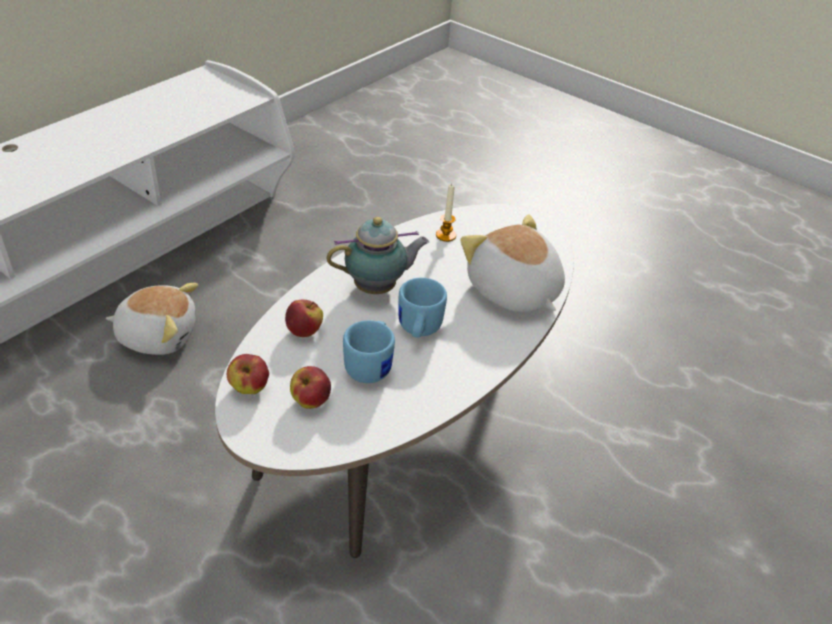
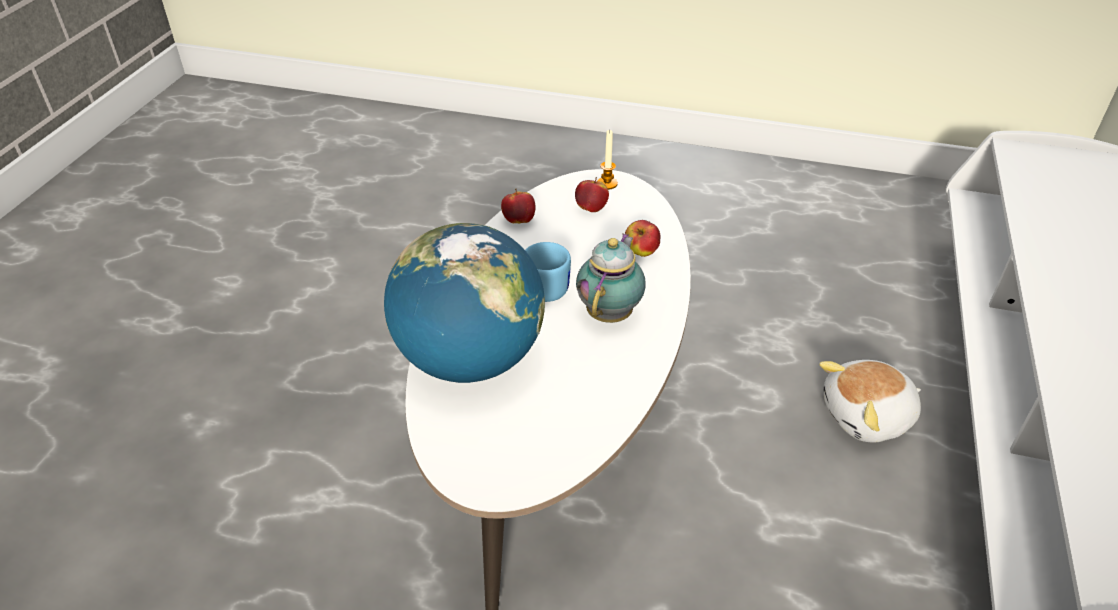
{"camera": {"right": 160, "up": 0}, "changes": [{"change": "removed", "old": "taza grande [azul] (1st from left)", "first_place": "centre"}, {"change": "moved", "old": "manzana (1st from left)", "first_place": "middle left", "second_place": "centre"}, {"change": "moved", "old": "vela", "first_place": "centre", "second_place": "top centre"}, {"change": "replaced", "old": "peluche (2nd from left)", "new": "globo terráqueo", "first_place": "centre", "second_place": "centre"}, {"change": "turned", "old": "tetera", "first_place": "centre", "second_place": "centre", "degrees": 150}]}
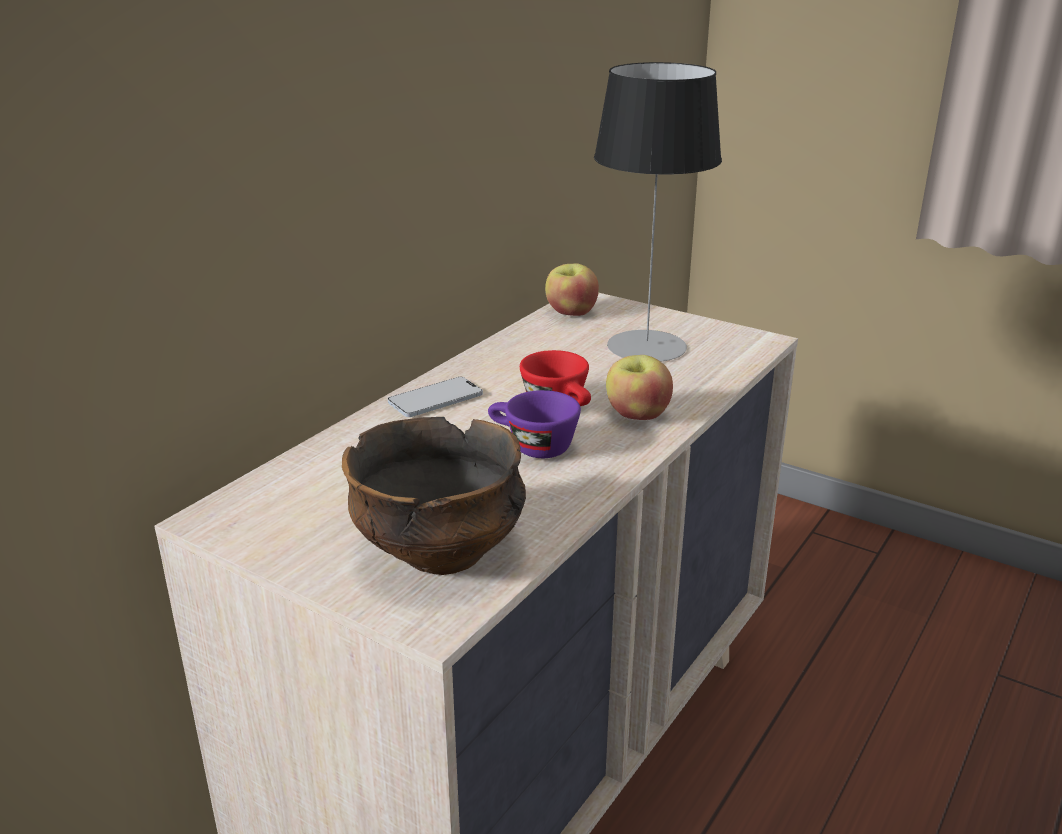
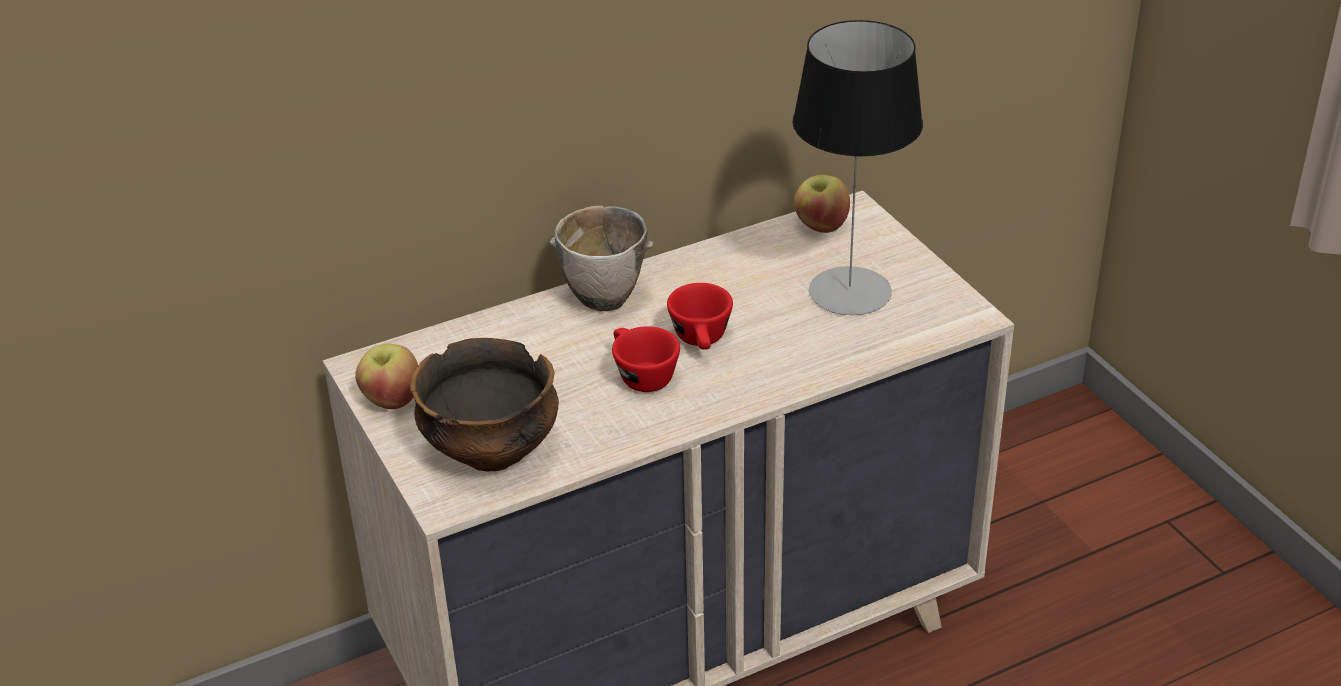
{"camera": {"right": 30, "up": 10}, "changes": [{"change": "moved", "old": "manzana (2nd from left in the first image)", "new": "manzana (1st from left)", "first_place": "centre", "second_place": "middle left"}, {"change": "replaced", "old": "móvil", "new": "cuenco (2nd from left)", "first_place": "centre", "second_place": "centre"}, {"change": "recoloured", "old": "taza [morado]", "new": "taza [rojo] (1st from left)", "first_place": "centre", "second_place": "centre"}]}
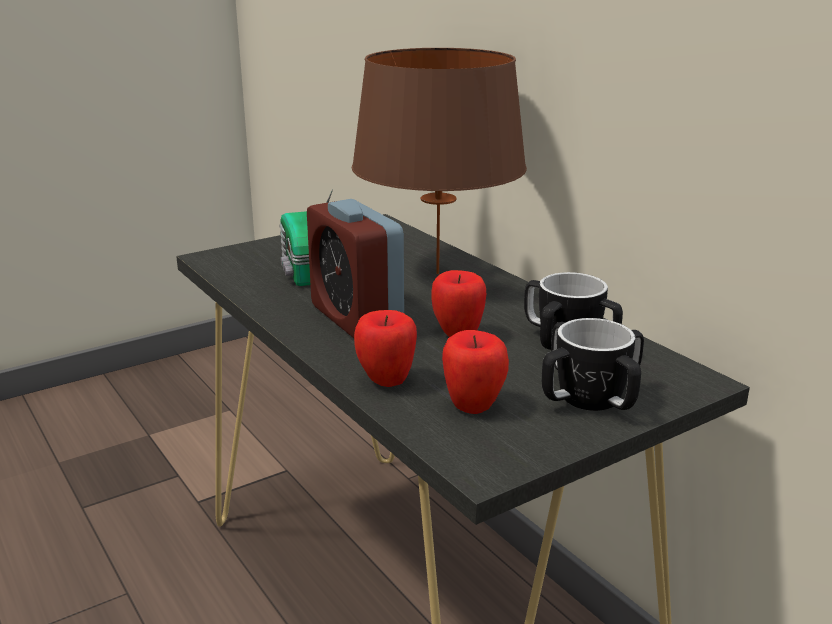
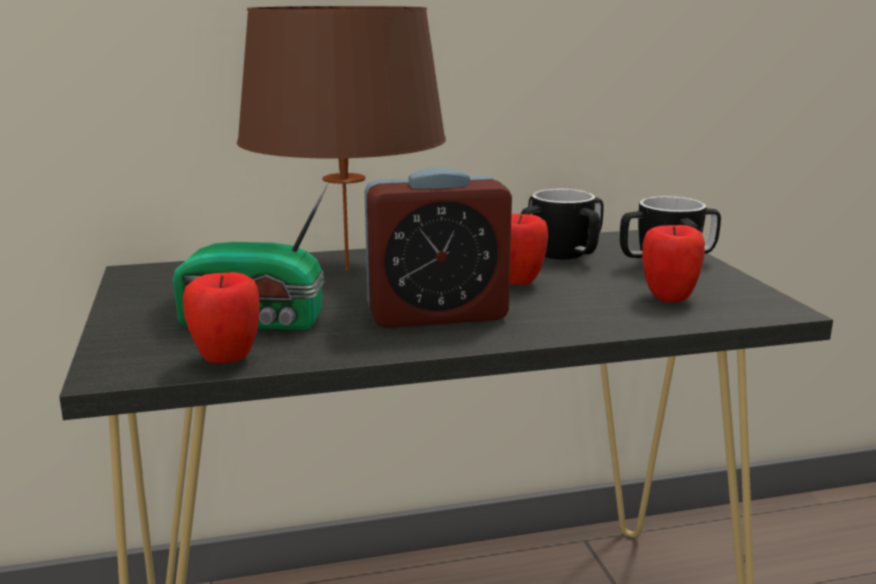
{"camera": {"right": -70, "up": -5}, "changes": [{"change": "moved", "old": "manzana (1st from left)", "first_place": "centre", "second_place": "middle left"}]}
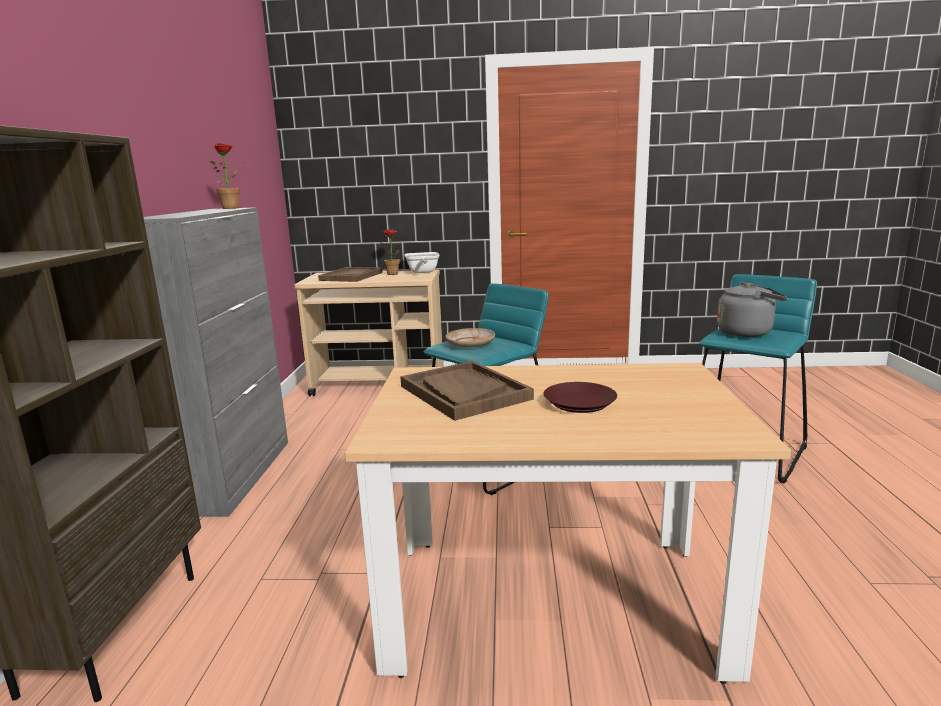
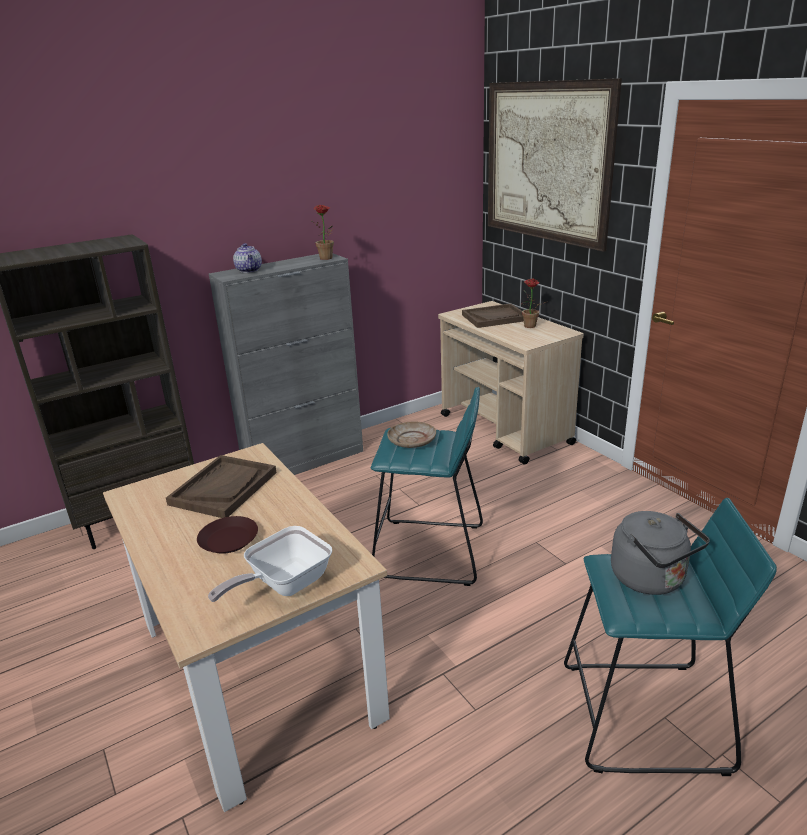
{"camera": {"right": 55, "up": 10}, "changes": [{"change": "added", "new": "tetera", "second_place": "top left"}, {"change": "added", "new": "cuadro", "second_place": "top right"}, {"change": "moved", "old": "sartén", "first_place": "centre", "second_place": "bottom centre"}]}
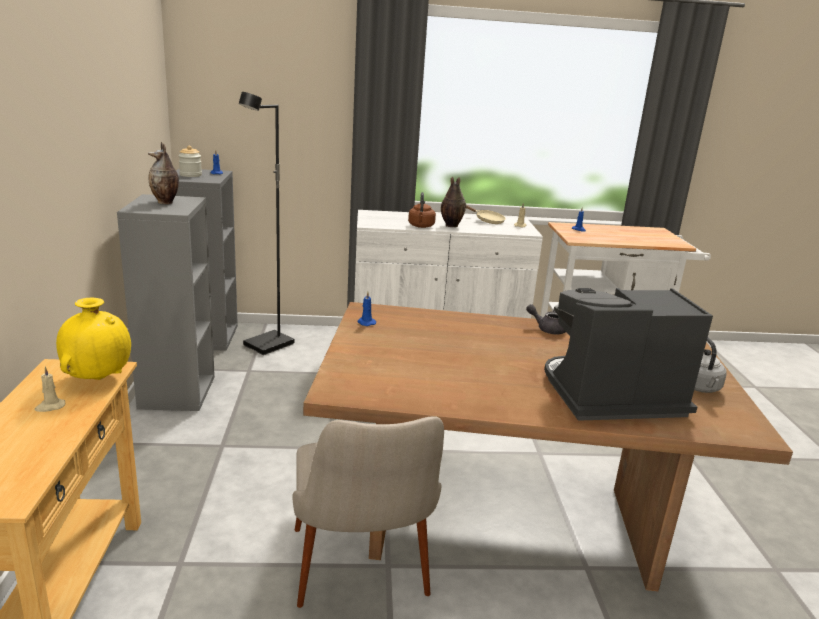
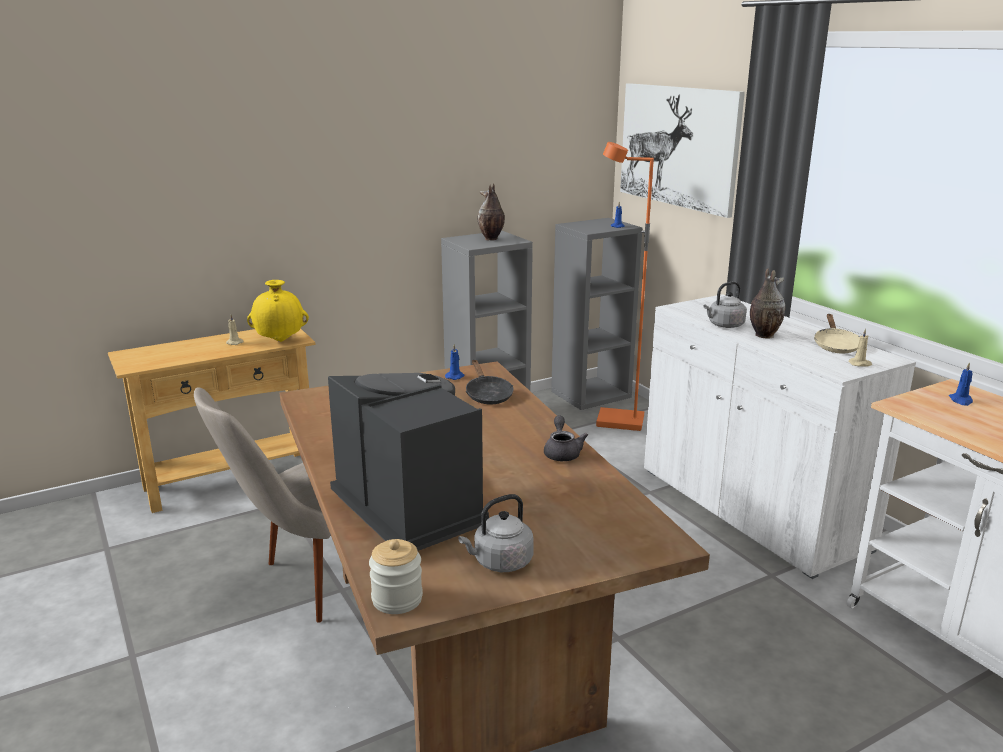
{"camera": {"right": 65, "up": 0}, "changes": [{"change": "added", "new": "sartén [negro]", "second_place": "centre"}, {"change": "added", "new": "cuadro", "second_place": "top right"}, {"change": "moved", "old": "tarro", "first_place": "top left", "second_place": "bottom centre"}, {"change": "recoloured", "old": "lámpara de pie [negro]", "new": "lámpara de pie [naranja]", "first_place": "middle left", "second_place": "centre"}, {"change": "recoloured", "old": "hervidor [marrón]", "new": "hervidor [gris] (2nd from left)", "first_place": "centre", "second_place": "middle right"}]}
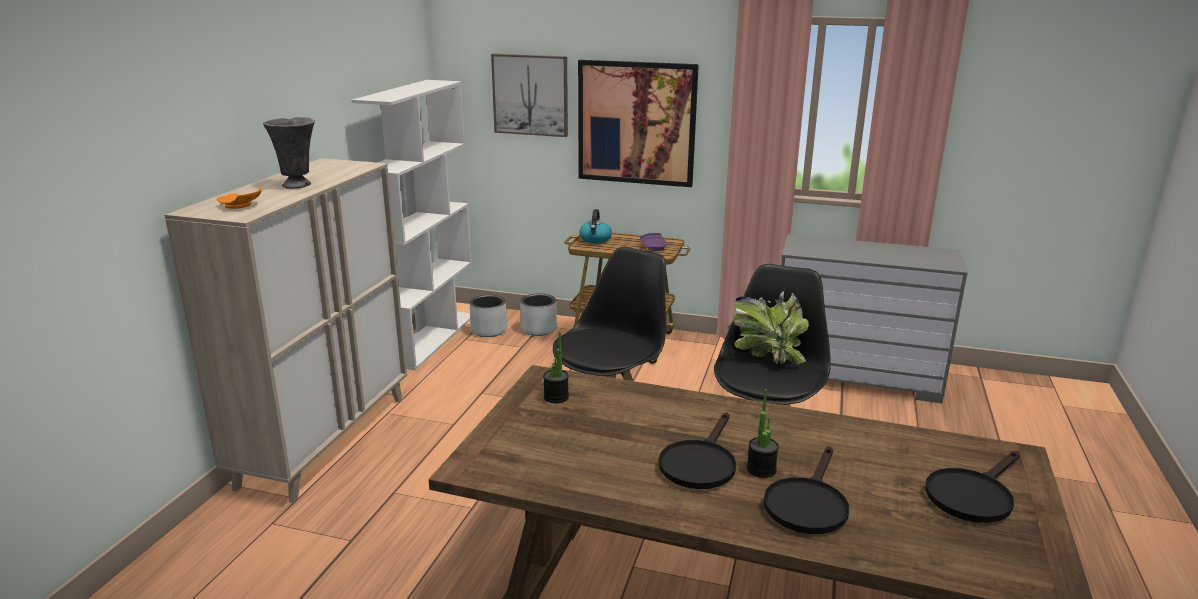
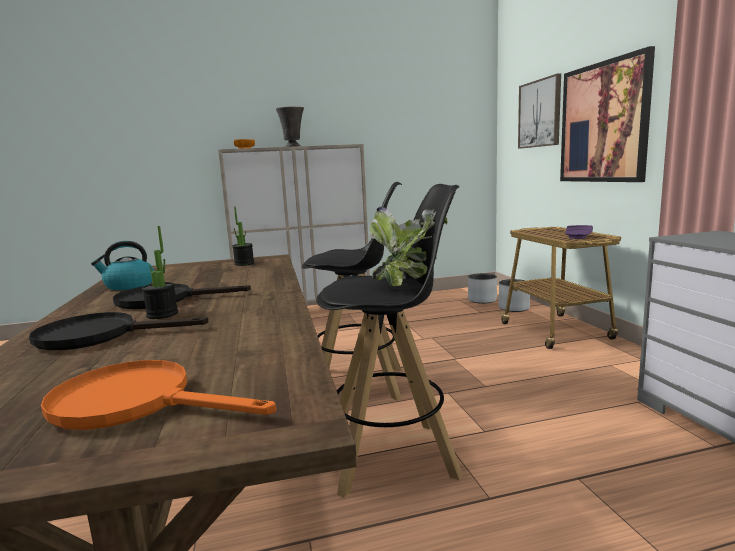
{"camera": {"right": 60, "up": -10}, "changes": [{"change": "removed", "old": "estantería [blanco]", "first_place": "centre"}, {"change": "moved", "old": "hervidor", "first_place": "centre", "second_place": "middle left"}, {"change": "recoloured", "old": "sartén [negro] (3rd from left)", "new": "sartén [naranja]", "first_place": "bottom right", "second_place": "bottom left"}]}
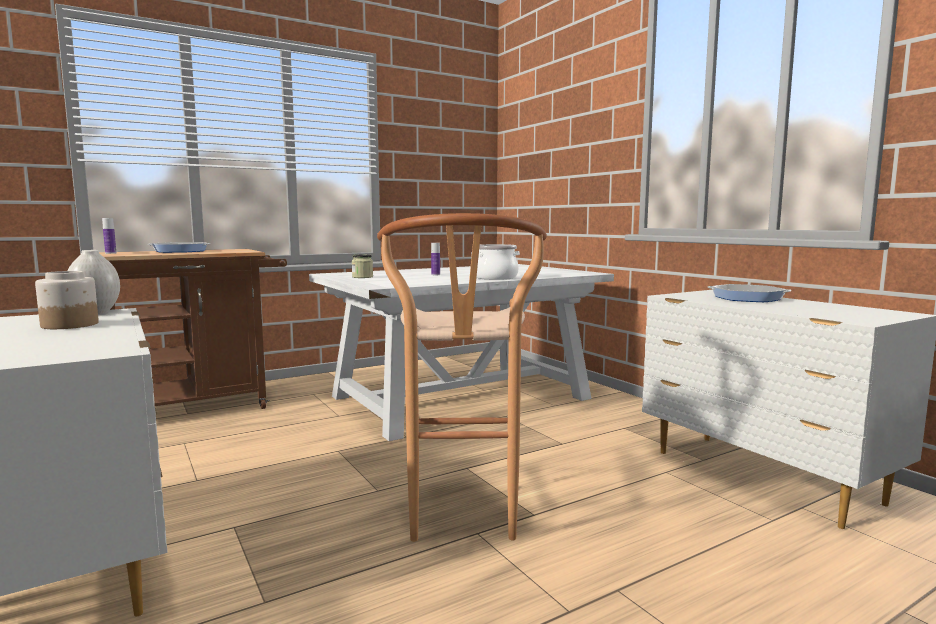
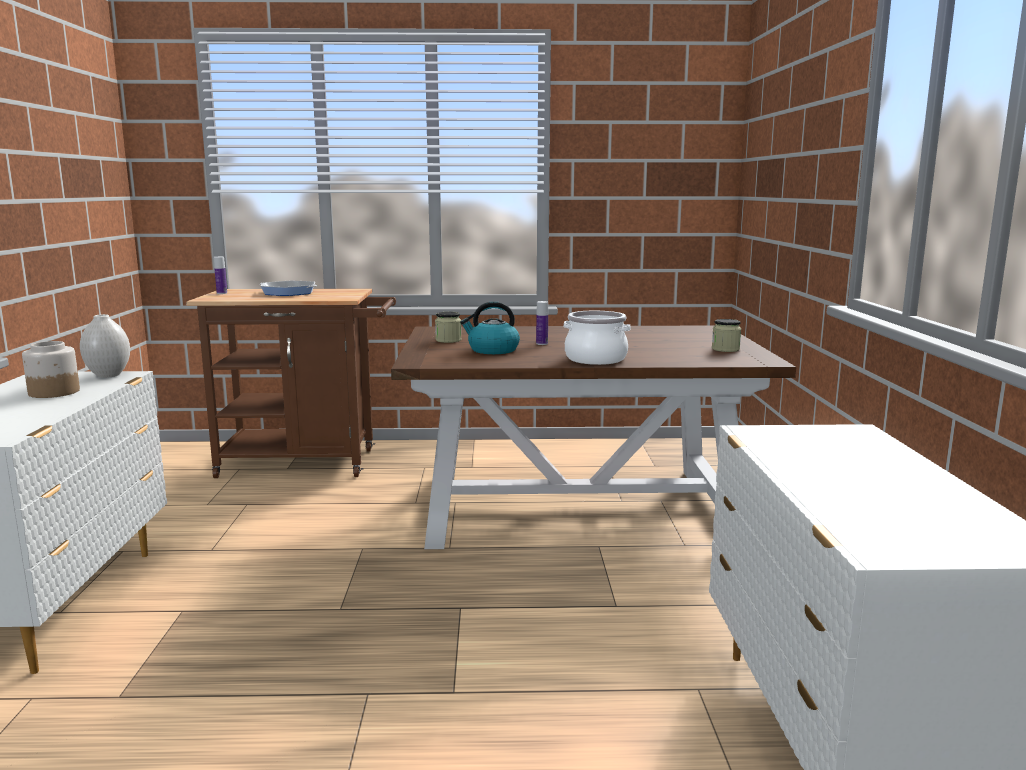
{"camera": {"right": 30, "up": 5}, "changes": [{"change": "removed", "old": "taburete [marrón]", "first_place": "centre"}, {"change": "removed", "old": "sartén (2nd from left)", "first_place": "middle right"}, {"change": "added", "new": "hervidor", "second_place": "centre"}, {"change": "added", "new": "tarro (3rd from left)", "second_place": "middle right"}, {"change": "recoloured", "old": "mesa de comedor [blanco]", "new": "mesa de comedor [marrón]", "first_place": "centre", "second_place": "centre"}]}
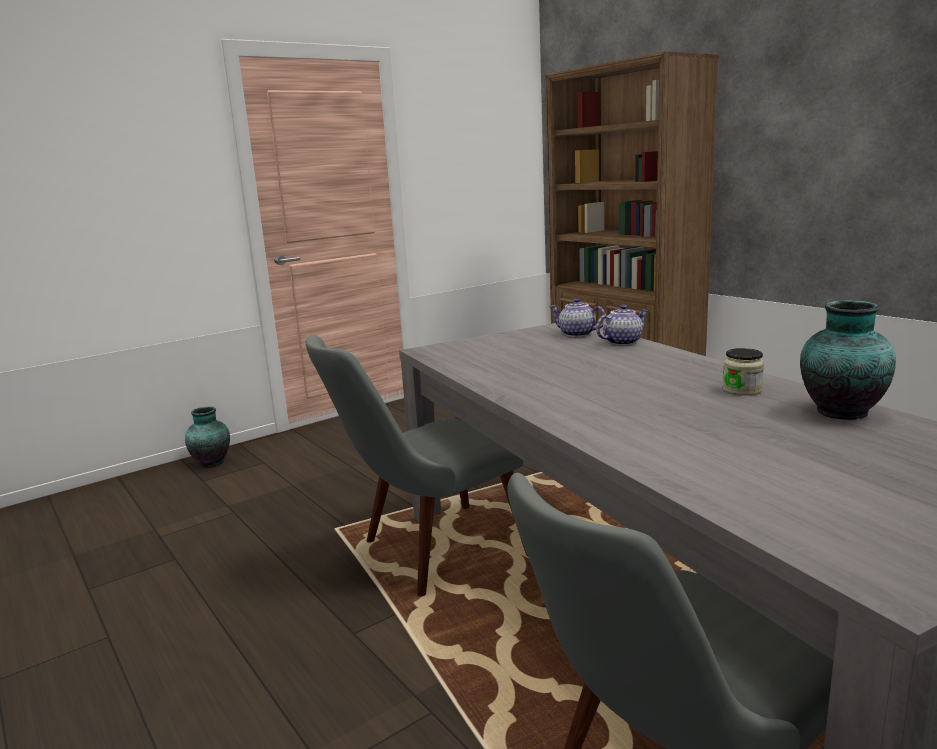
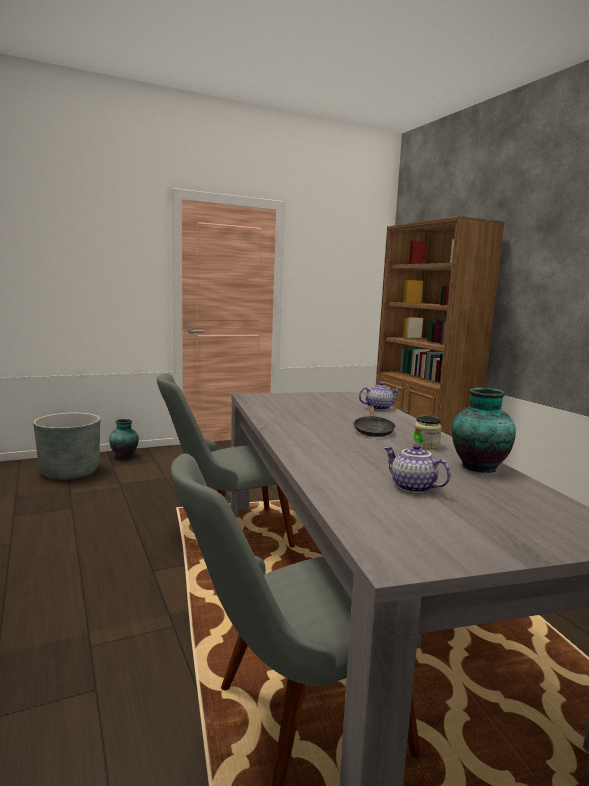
{"camera": {"right": 10, "up": -5}, "changes": [{"change": "added", "new": "maceta [gris]", "second_place": "middle left"}, {"change": "added", "new": "sartén [negro]", "second_place": "centre"}, {"change": "moved", "old": "tetera (1st from left in the first image)", "new": "tetera (2nd from left)", "first_place": "centre", "second_place": "middle right"}]}
